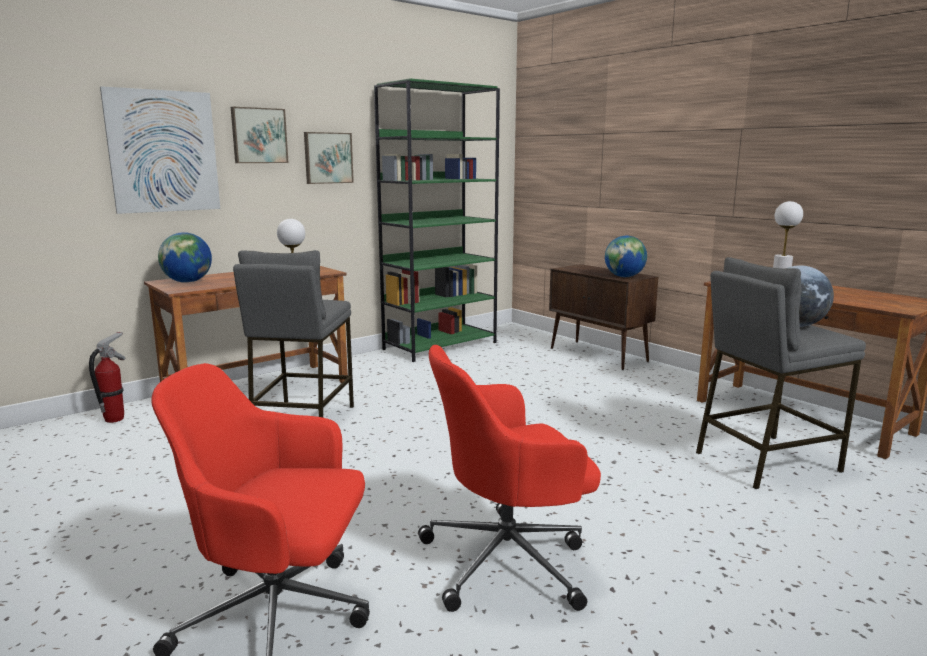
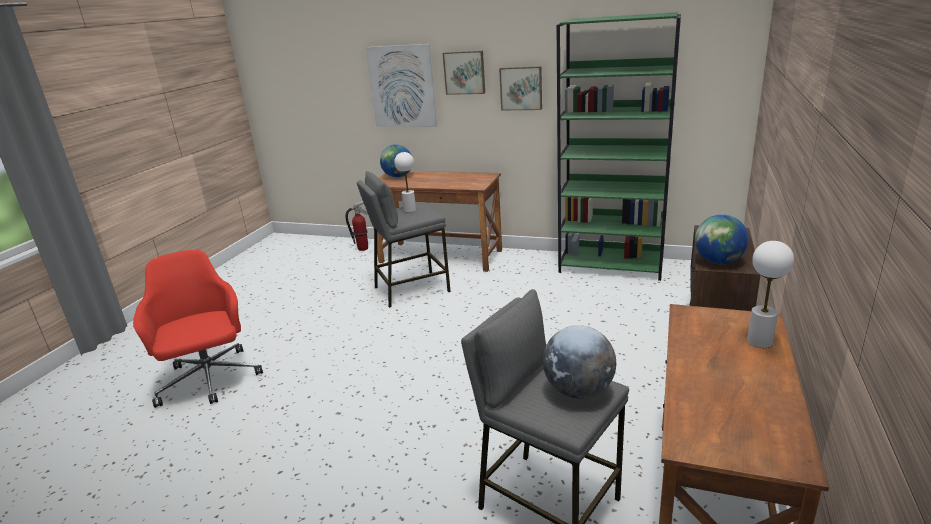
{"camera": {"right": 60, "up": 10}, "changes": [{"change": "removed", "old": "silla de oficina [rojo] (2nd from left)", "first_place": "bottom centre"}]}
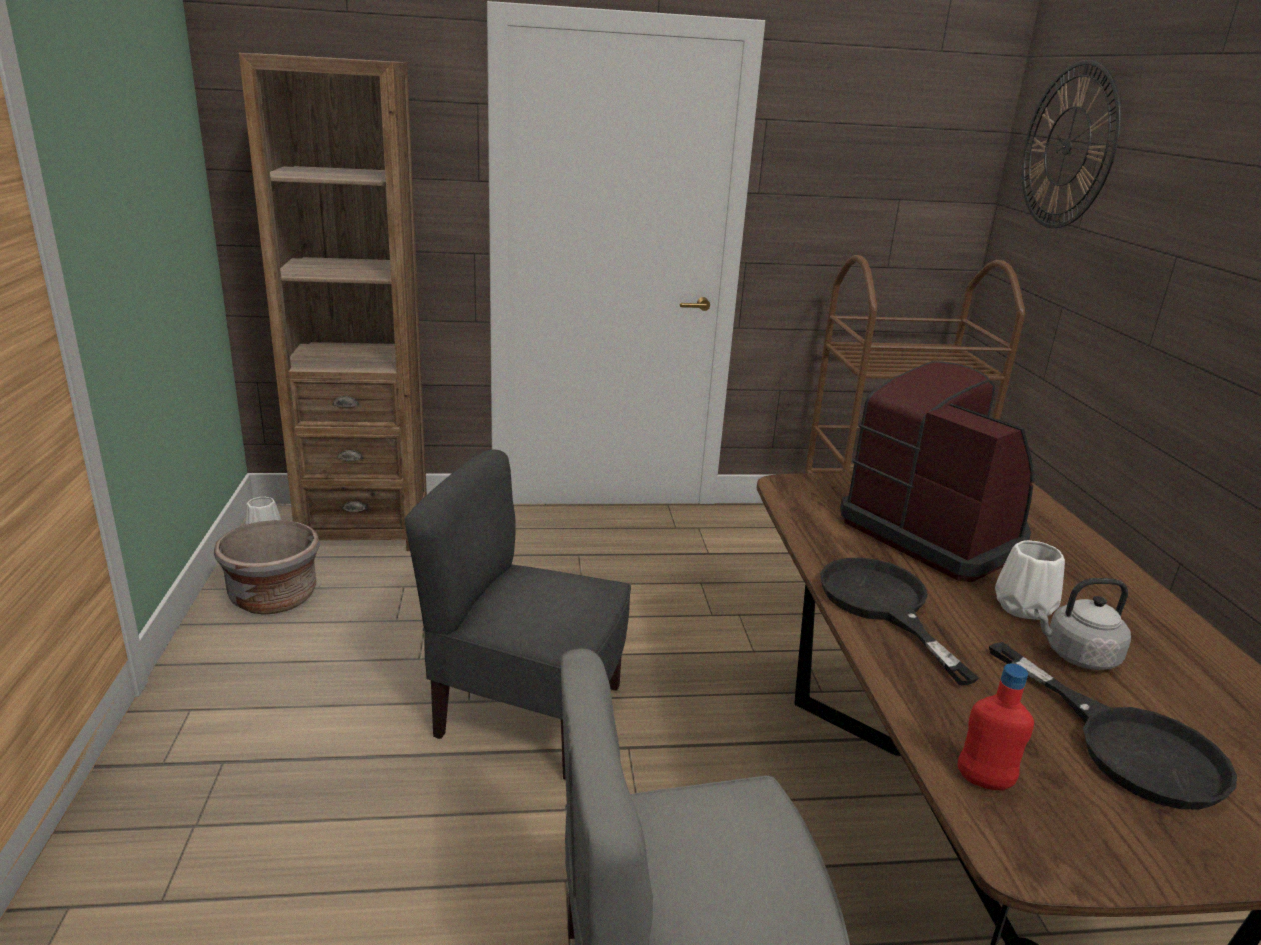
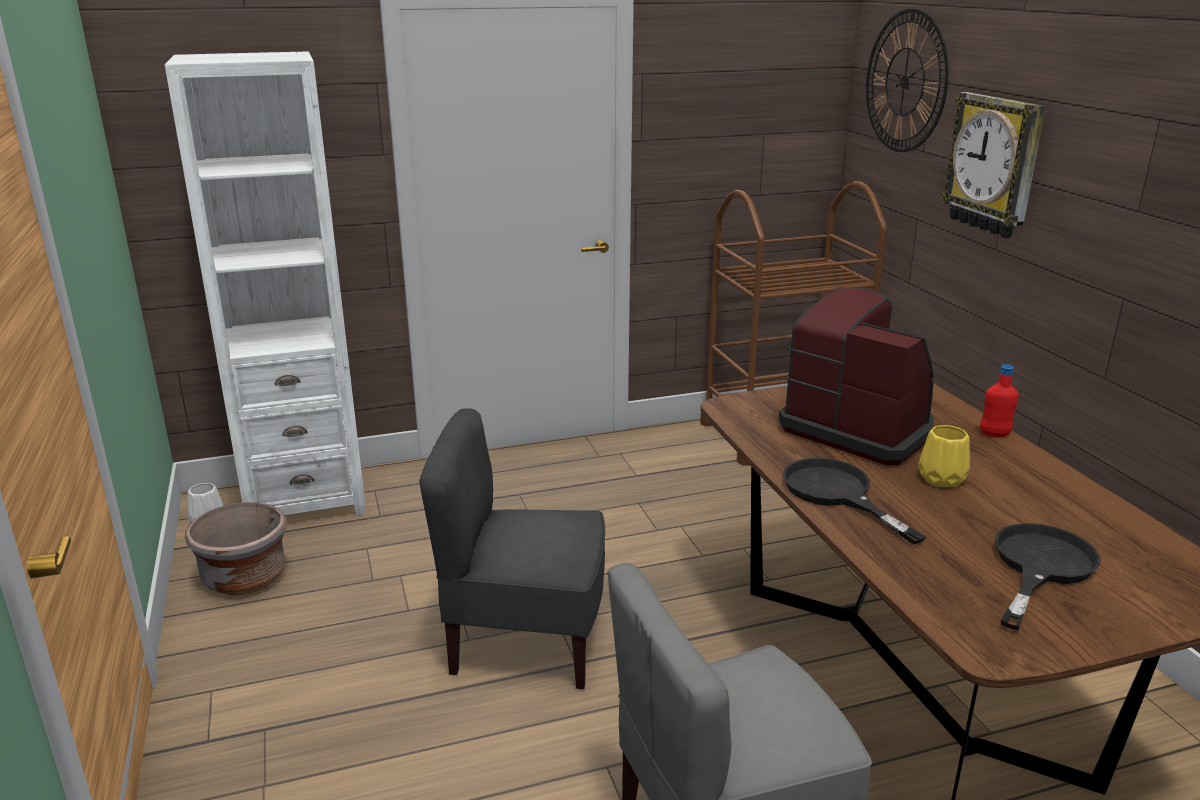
{"camera": {"right": -10, "up": 0}, "changes": [{"change": "removed", "old": "hervidor [gris]", "first_place": "middle right"}, {"change": "added", "new": "reloj de pared (2nd from left)", "second_place": "top right"}, {"change": "moved", "old": "botella [rojo]", "first_place": "bottom right", "second_place": "middle right"}, {"change": "recoloured", "old": "estantería [marrón]", "new": "estantería [blanco]", "first_place": "top left", "second_place": "middle left"}, {"change": "recoloured", "old": "florero [blanco] (2nd from left)", "new": "florero [amarillo]", "first_place": "middle right", "second_place": "middle right"}, {"change": "turned", "old": "sartén [negro] (2nd from left)", "first_place": "bottom right", "second_place": "bottom right", "degrees": -105}]}
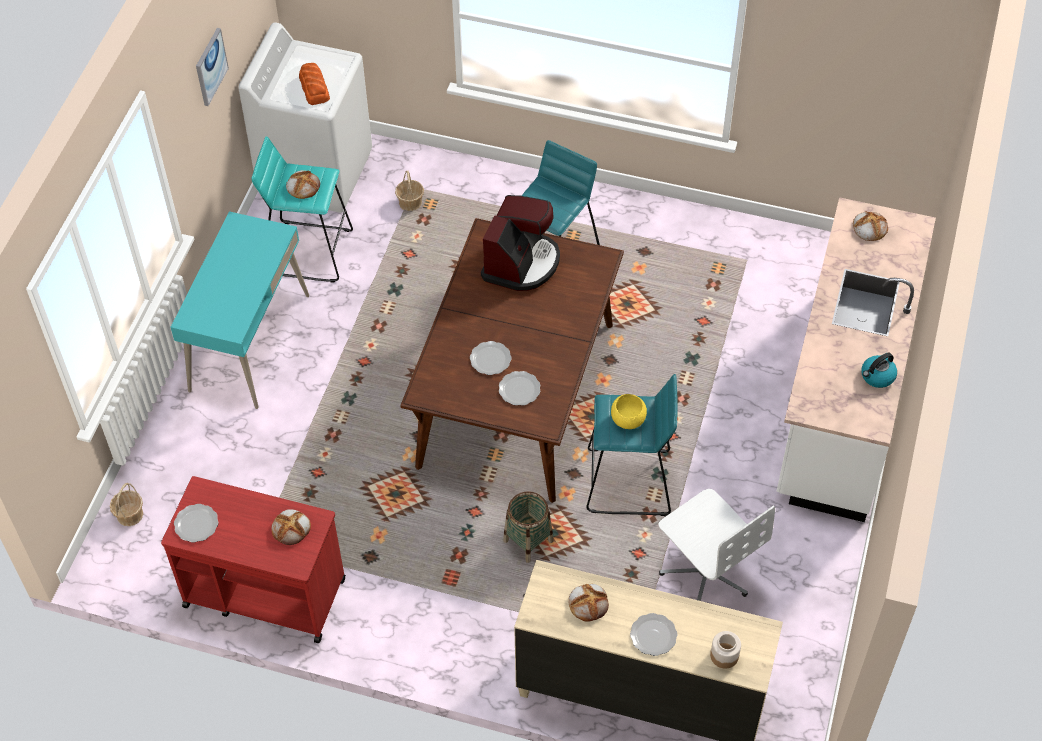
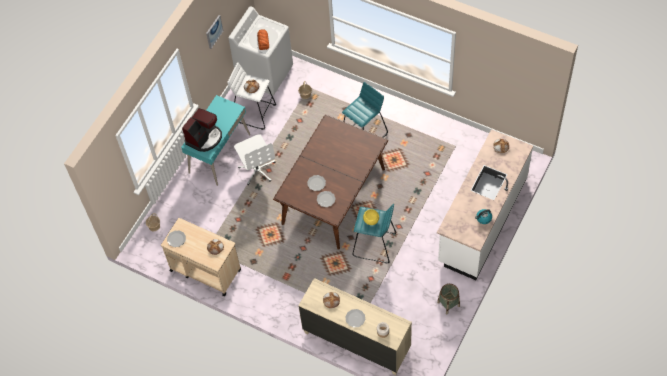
{"camera": {"right": 15, "up": 5}, "changes": [{"change": "moved", "old": "cafetera", "first_place": "top centre", "second_place": "middle left"}, {"change": "moved", "old": "cesta (3rd from left)", "first_place": "bottom centre", "second_place": "bottom right"}, {"change": "moved", "old": "silla de oficina [blanco]", "first_place": "bottom right", "second_place": "centre"}, {"change": "recoloured", "old": "carrito [rojo]", "new": "carrito [beis]", "first_place": "bottom left", "second_place": "bottom left"}, {"change": "recoloured", "old": "taburete [turquesa] (1st from left)", "new": "taburete [blanco]", "first_place": "top left", "second_place": "top centre"}]}
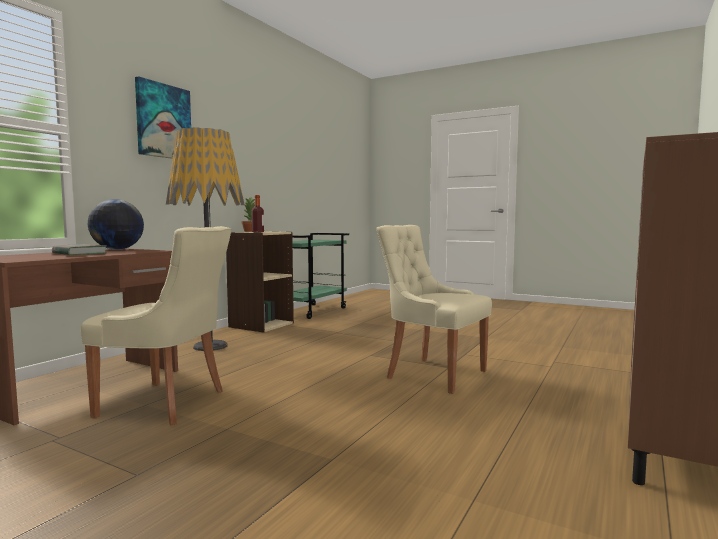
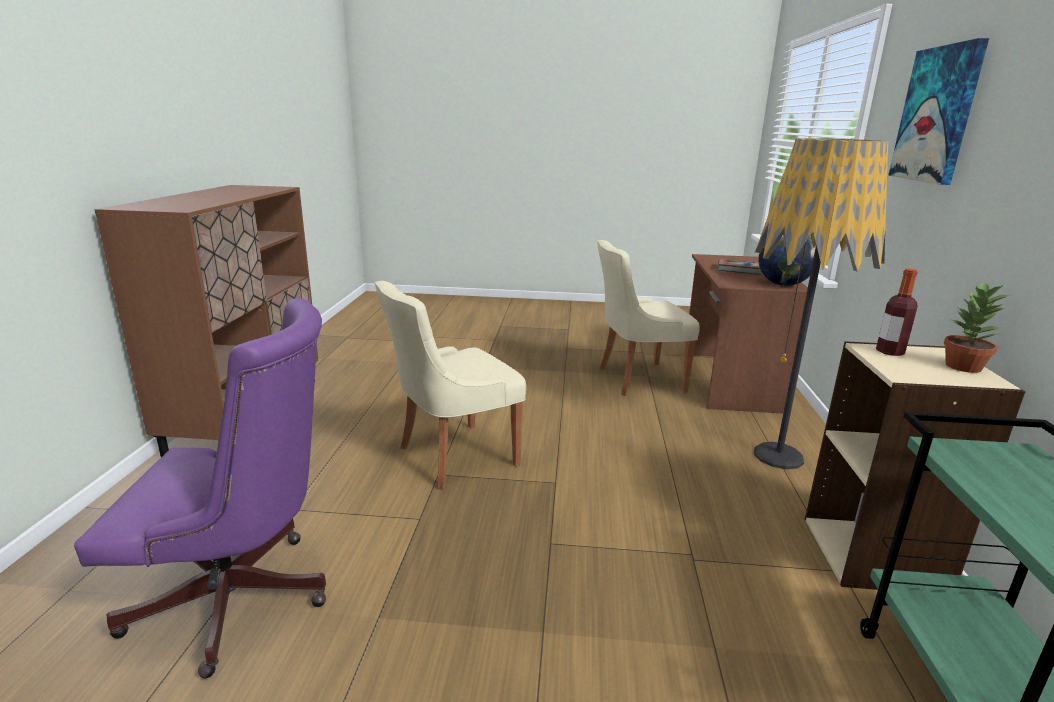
{"camera": {"right": 155, "up": 15}, "changes": [{"change": "added", "new": "silla de oficina [morado]", "second_place": "bottom left"}, {"change": "turned", "old": "silla [beis] (2nd from left in the first image)", "first_place": "centre", "second_place": "centre", "degrees": 135}]}
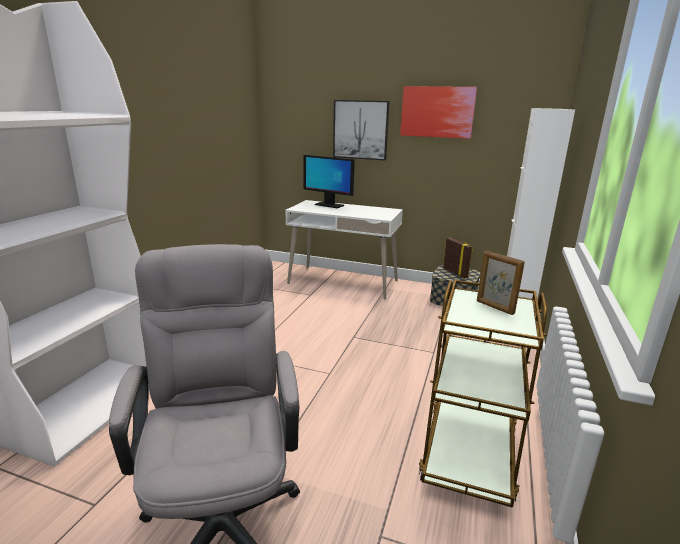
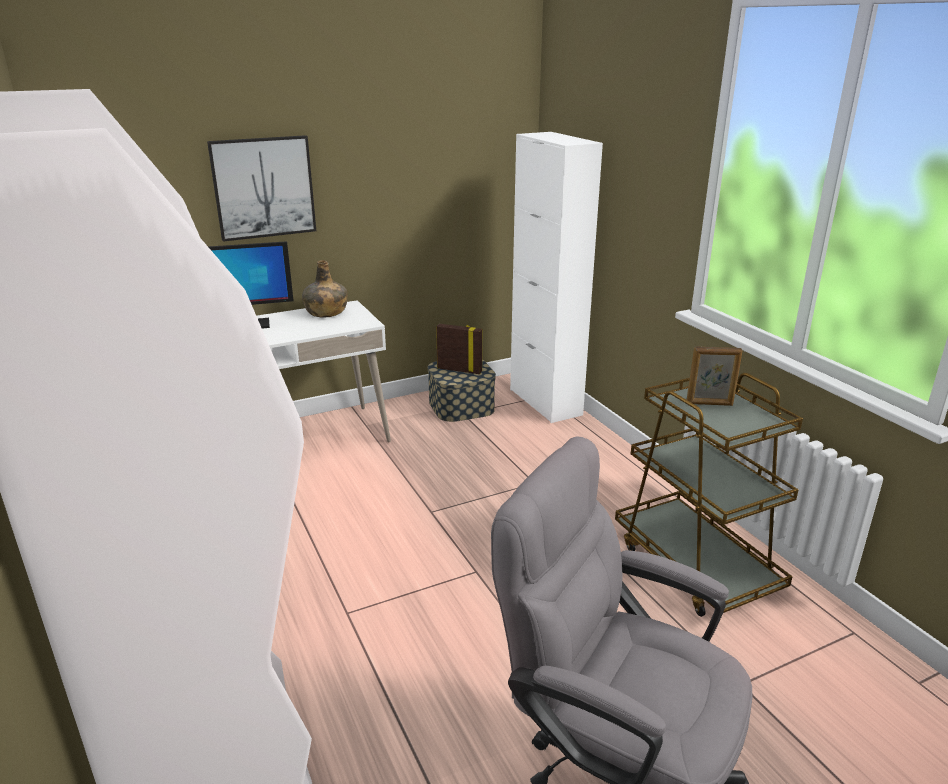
{"camera": {"right": -45, "up": 5}, "changes": [{"change": "removed", "old": "cuadro (2nd from left)", "first_place": "top centre"}, {"change": "added", "new": "botella [verde]", "second_place": "centre"}]}
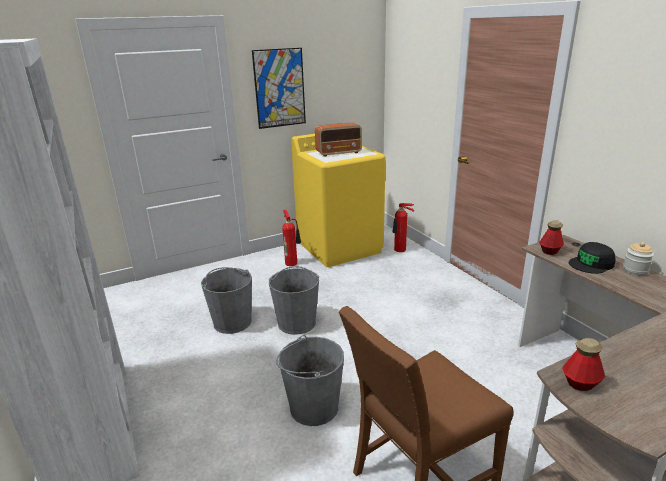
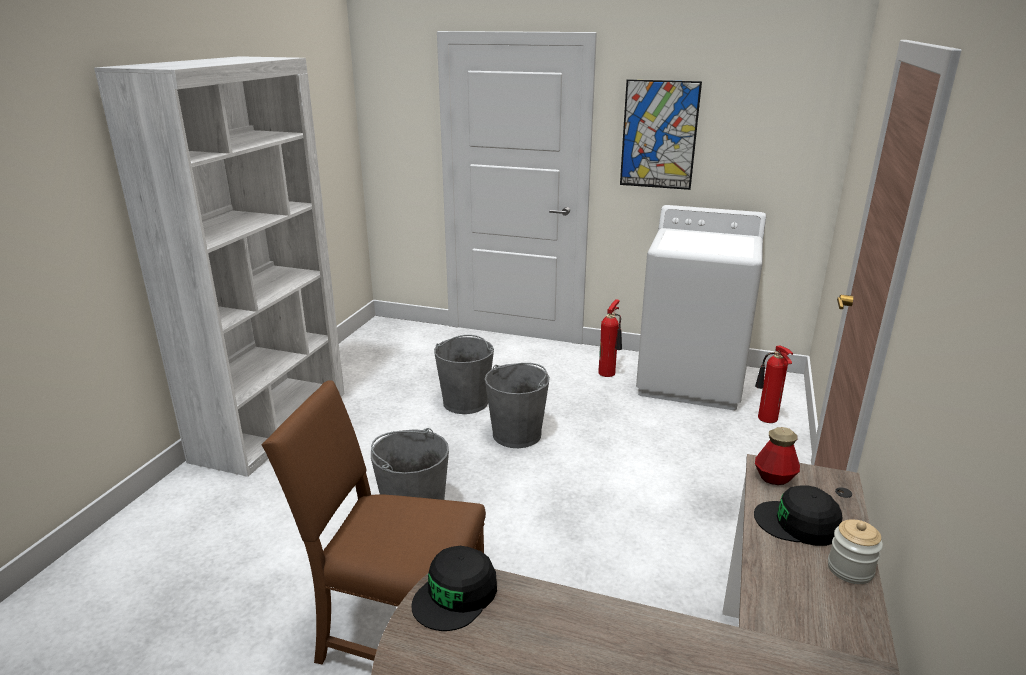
{"camera": {"right": 45, "up": 0}, "changes": [{"change": "removed", "old": "radio", "first_place": "top centre"}, {"change": "replaced", "old": "botella (2nd from left)", "new": "gorra [negro] (1st from left)", "first_place": "bottom right", "second_place": "bottom centre"}, {"change": "recoloured", "old": "lavadora [amarillo]", "new": "lavadora [blanco]", "first_place": "centre", "second_place": "middle right"}]}
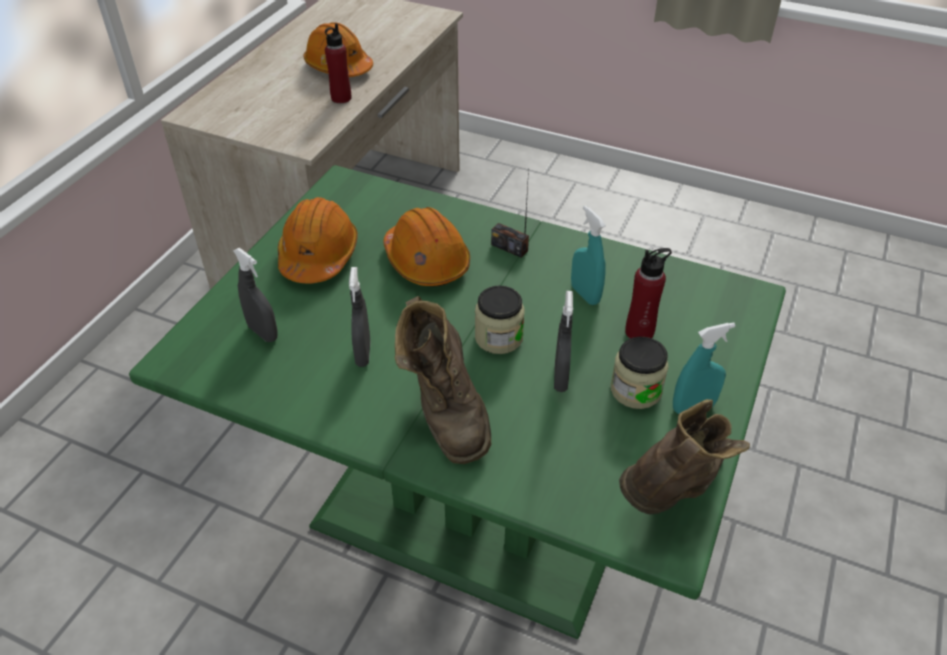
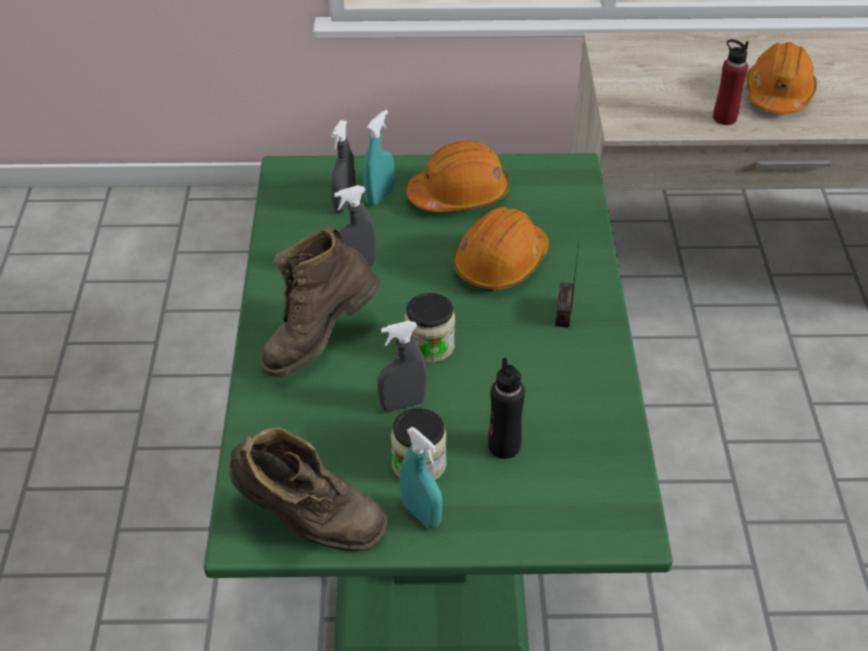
{"camera": {"right": 65, "up": 0}, "changes": [{"change": "moved", "old": "pulverizador [turquesa] (1st from left)", "first_place": "centre", "second_place": "top centre"}, {"change": "recoloured", "old": "botella [rojo] (2nd from left)", "new": "botella [negro]", "first_place": "middle right", "second_place": "centre"}]}
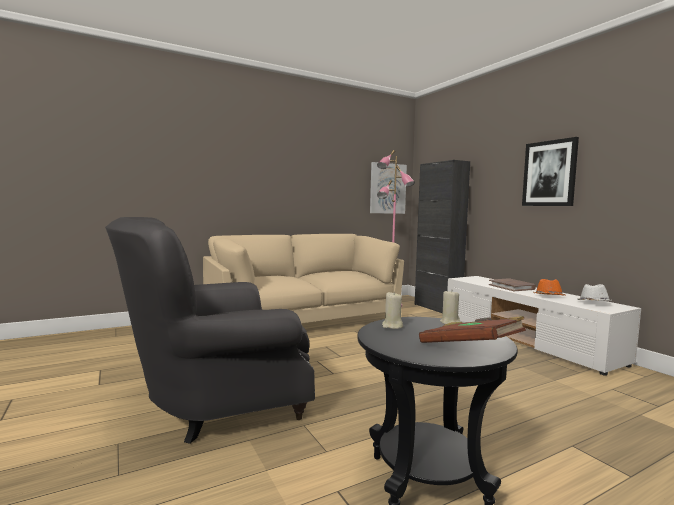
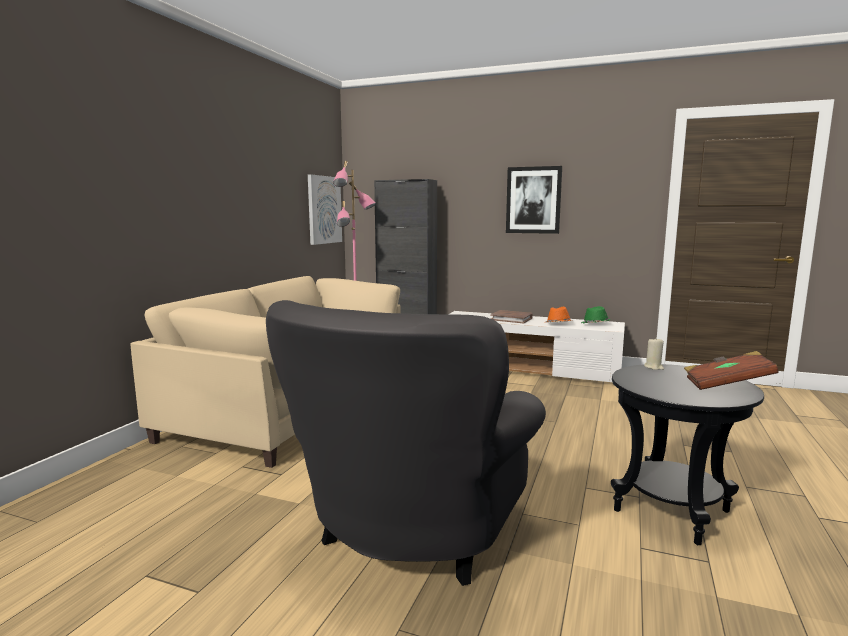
{"camera": {"right": -40, "up": 5}, "changes": [{"change": "removed", "old": "vela [beis] (1st from left)", "first_place": "centre"}, {"change": "recoloured", "old": "sombrero [blanco]", "new": "sombrero [verde]", "first_place": "middle right", "second_place": "middle right"}]}
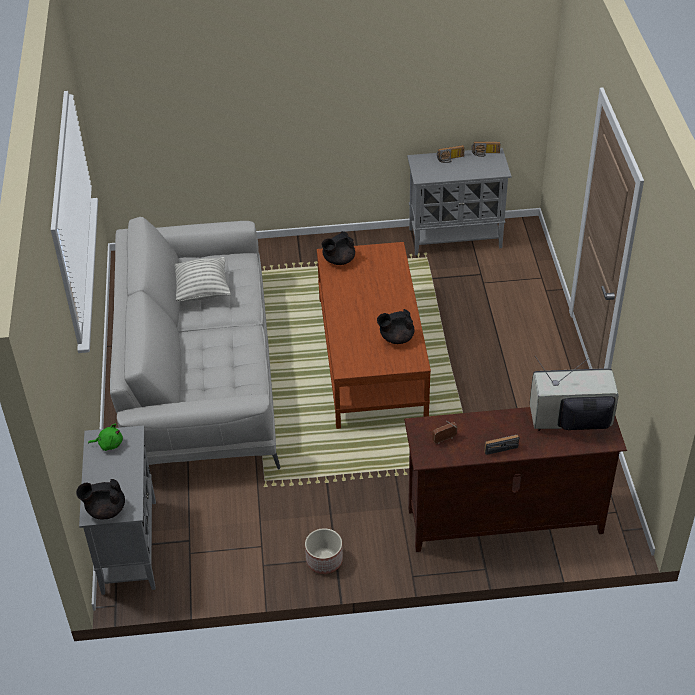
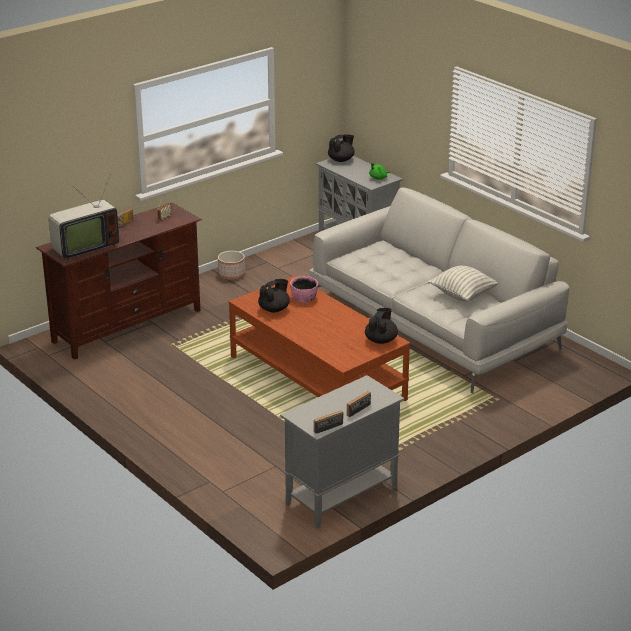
{"camera": {"right": 145, "up": -15}, "changes": [{"change": "added", "new": "cuenco [rosa]", "second_place": "centre"}]}
